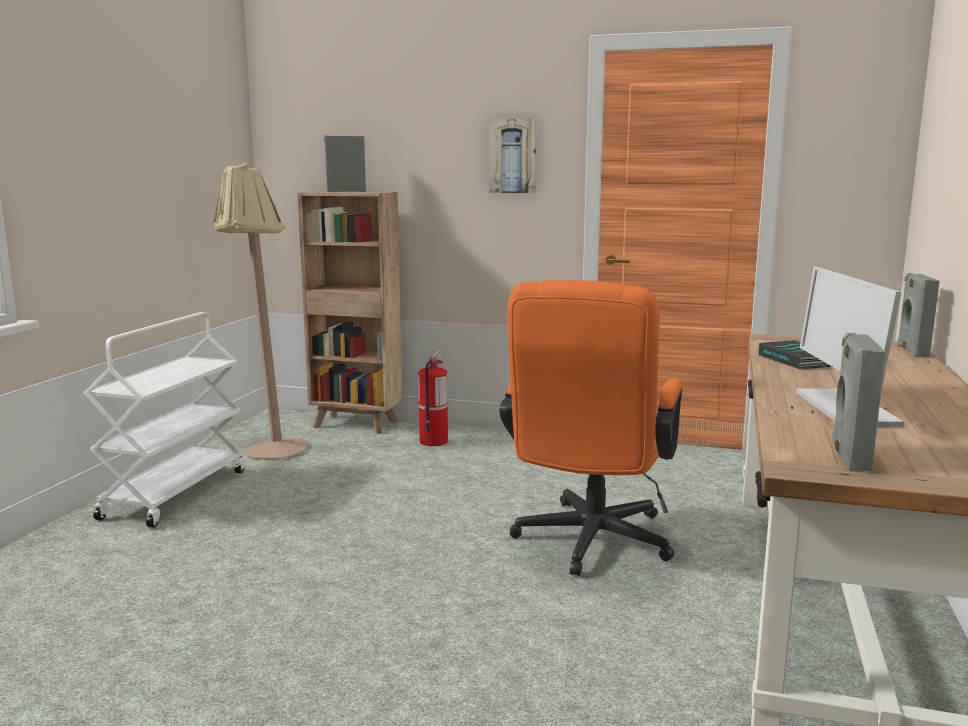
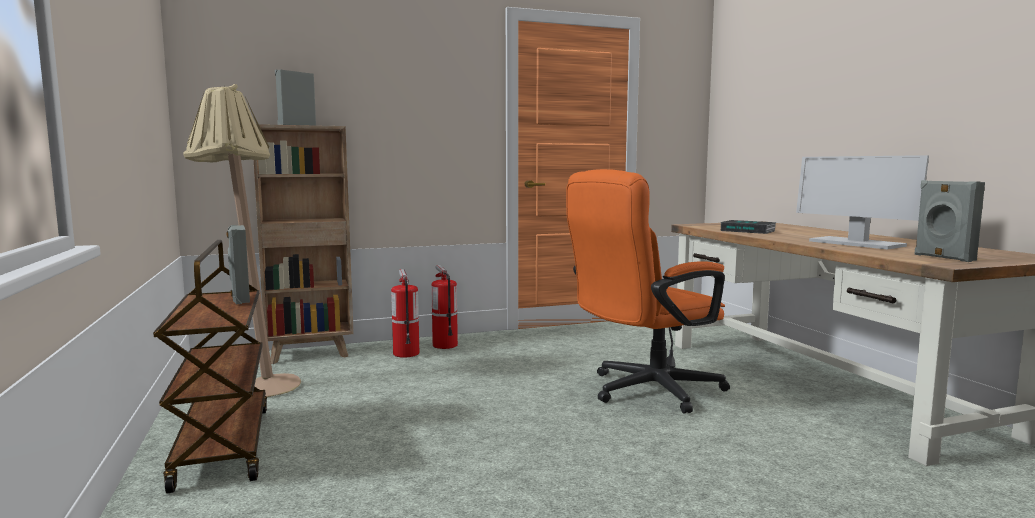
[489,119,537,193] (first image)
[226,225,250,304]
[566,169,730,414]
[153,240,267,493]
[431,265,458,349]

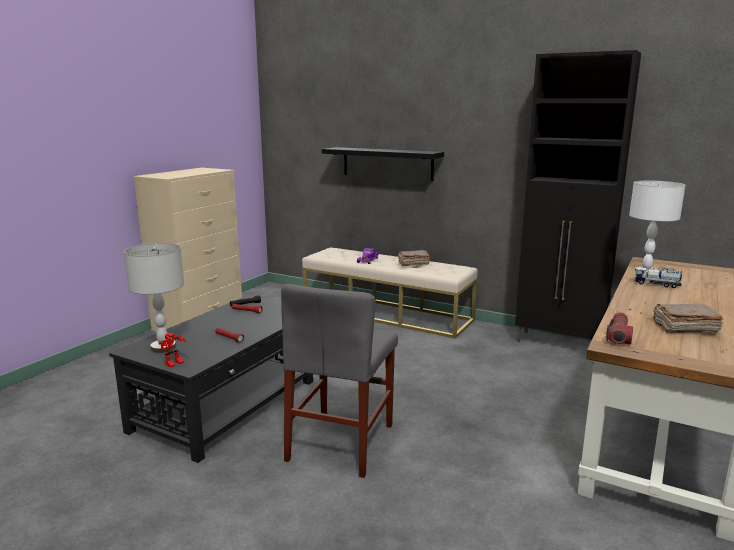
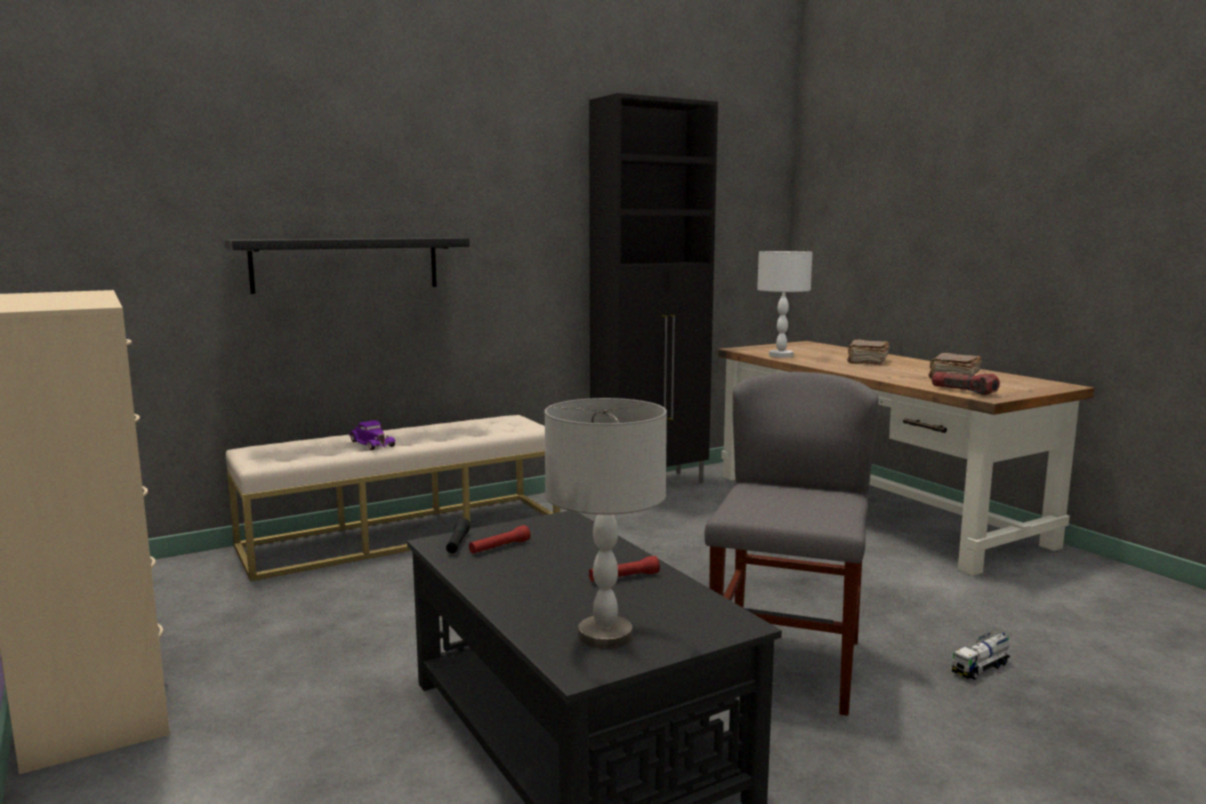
[847,340,889,365]
[952,631,1010,680]
[704,372,879,716]
[159,333,187,367] (first image)

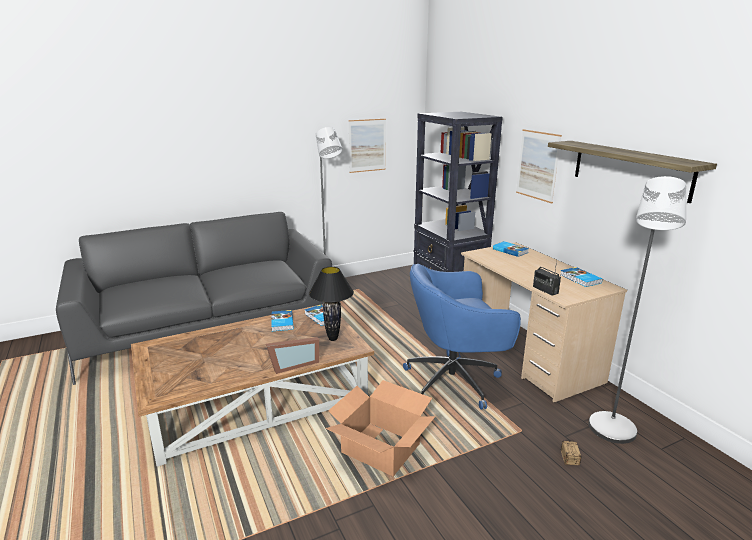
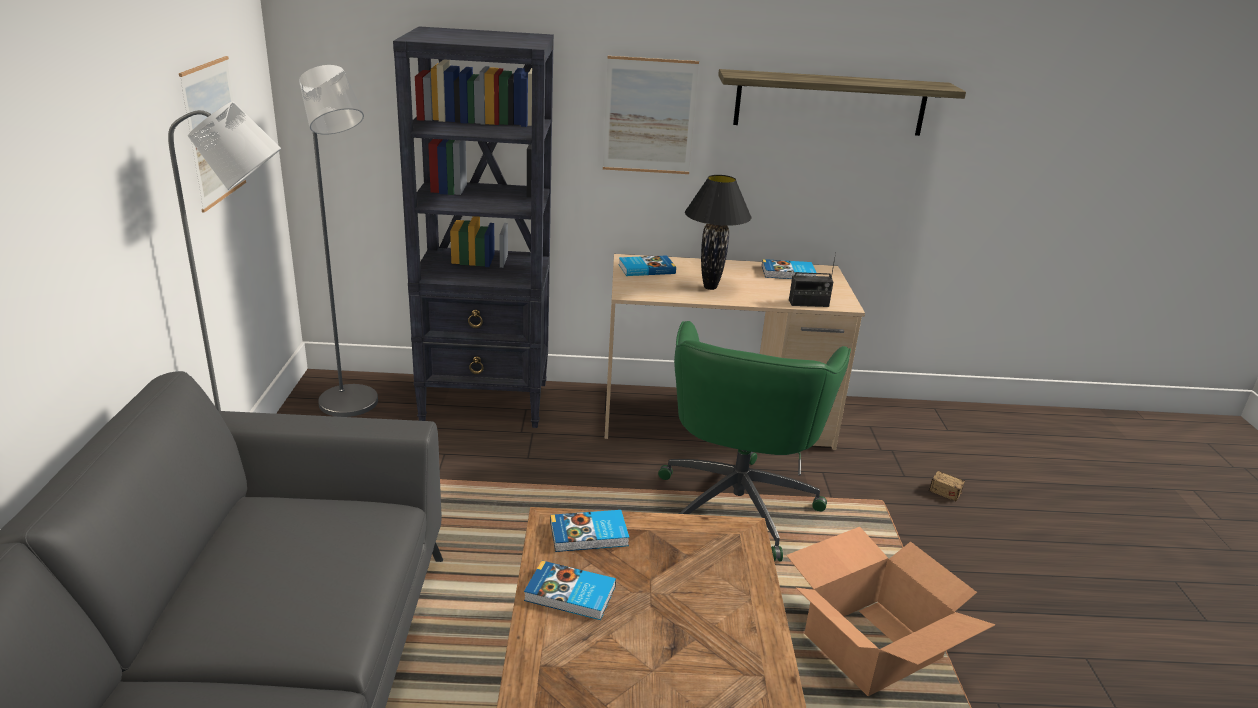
[299,65,378,417]
[658,321,851,561]
[685,175,752,290]
[266,337,319,374] (first image)

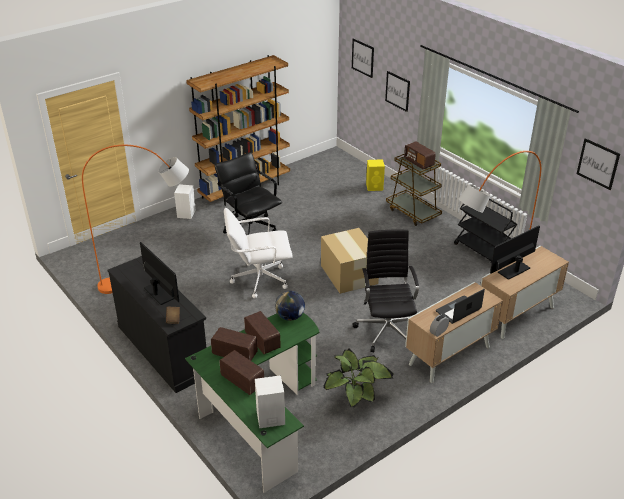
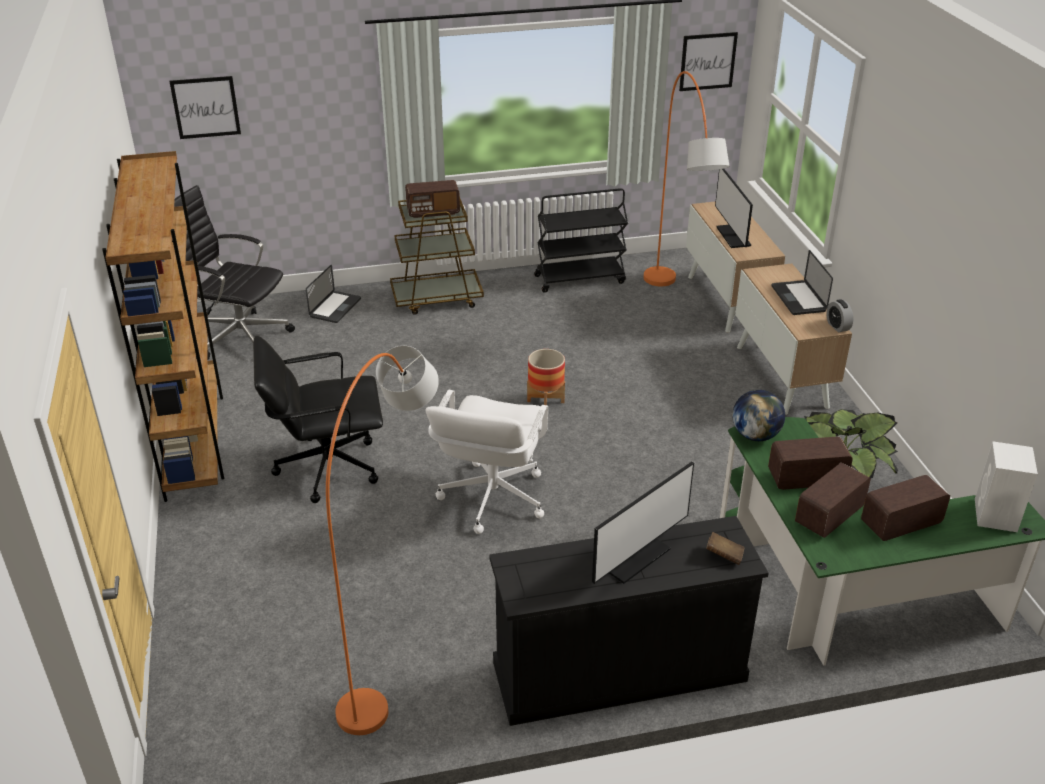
[385,71,410,112] (first image)
[306,265,361,323]
[174,184,196,219] (first image)
[527,349,565,405]
[174,185,295,359]
[592,462,694,584]

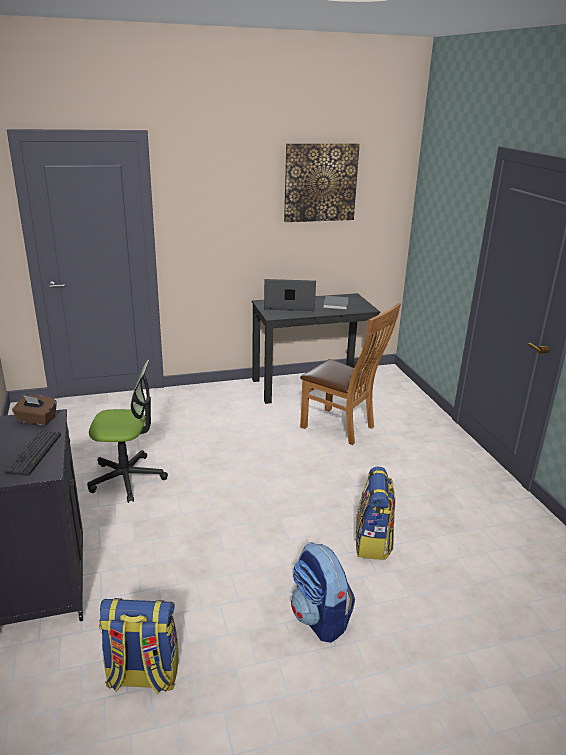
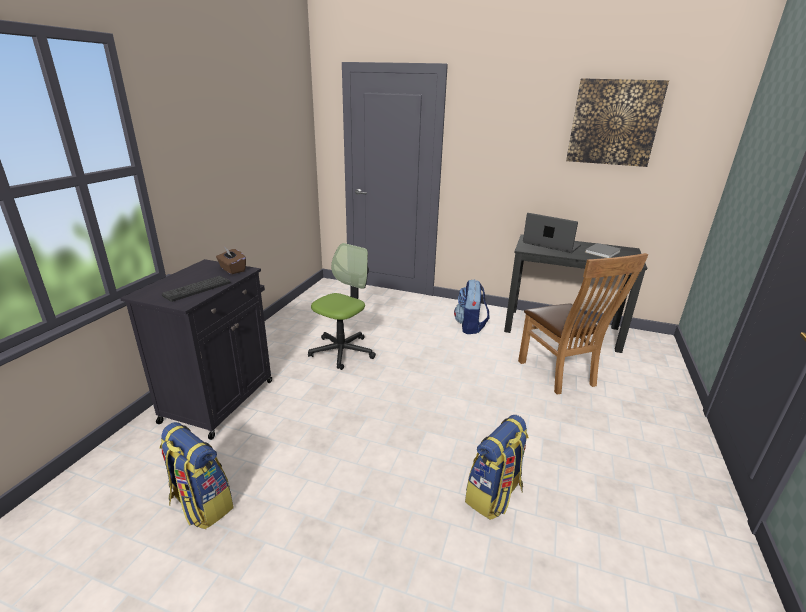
[308,243,376,370]
[454,279,490,334]

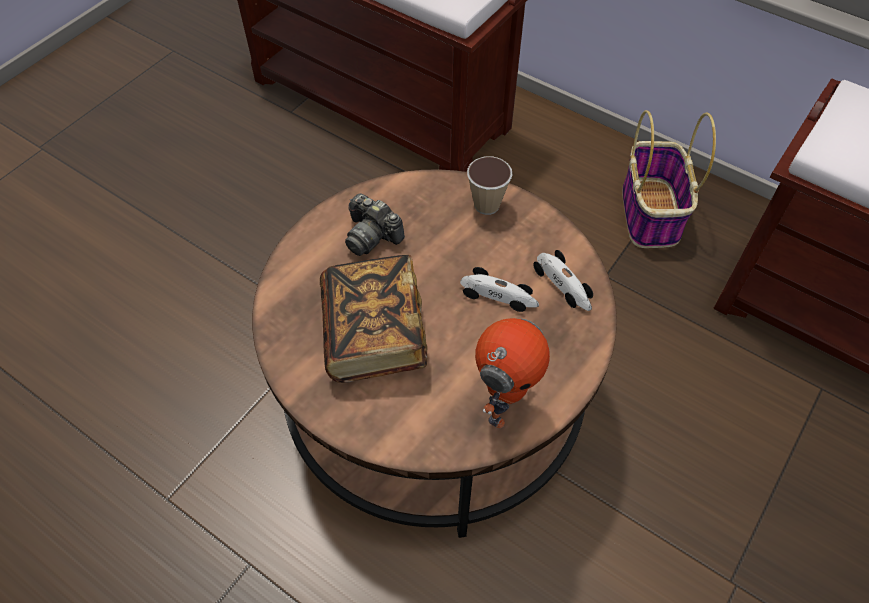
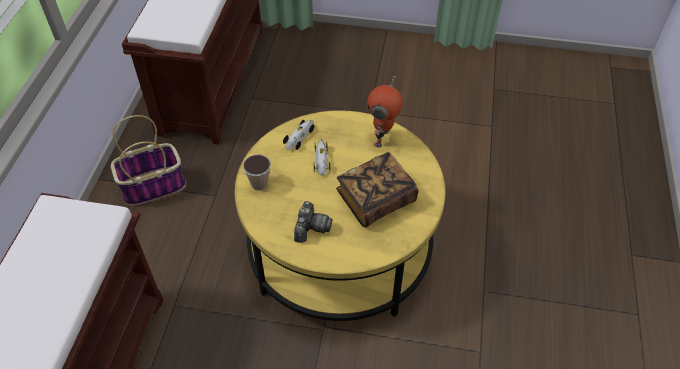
[235,110,445,321]
[367,75,403,148]

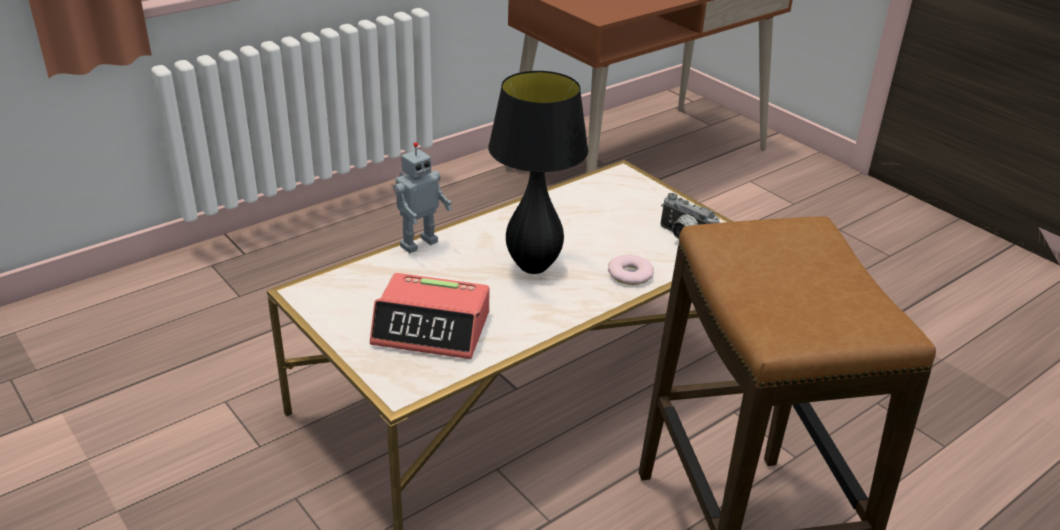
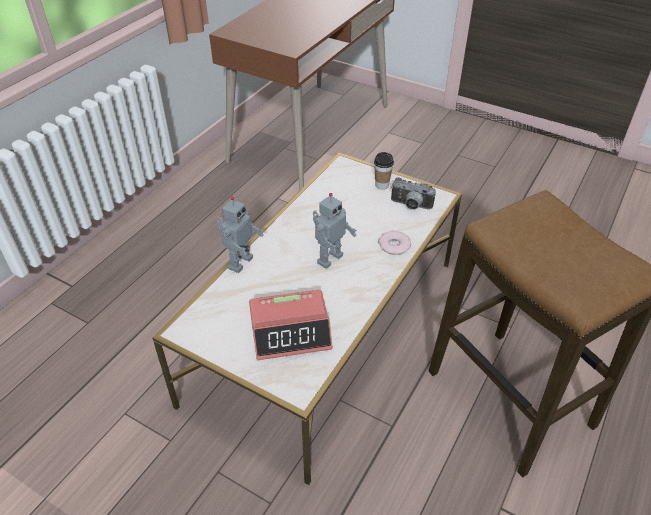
[313,193,357,269]
[374,152,394,190]

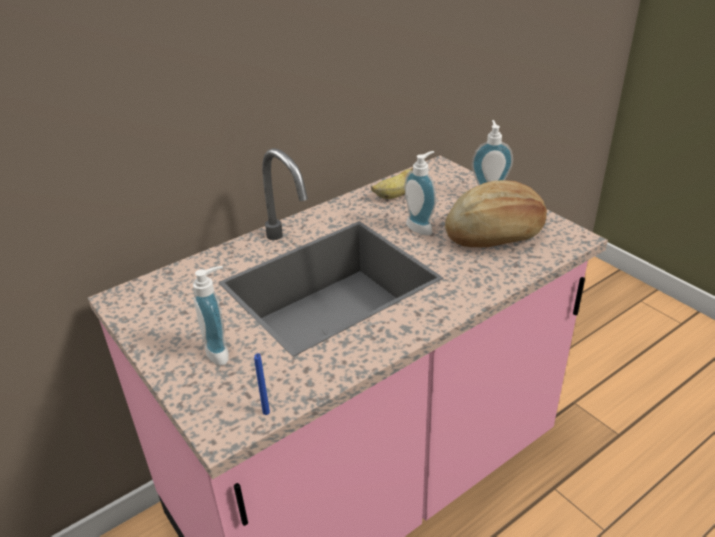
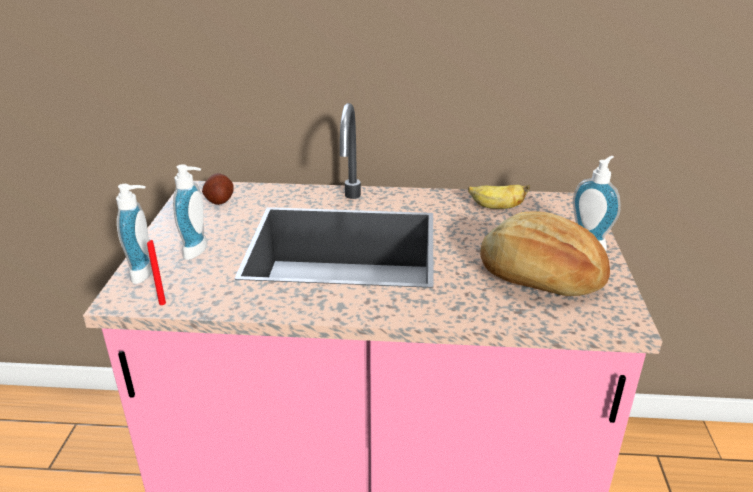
[116,184,152,284]
[147,240,166,305]
[202,173,234,205]

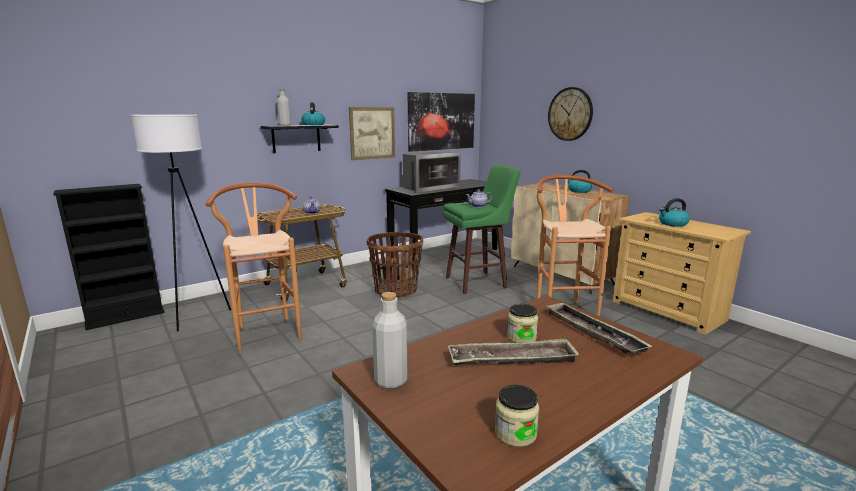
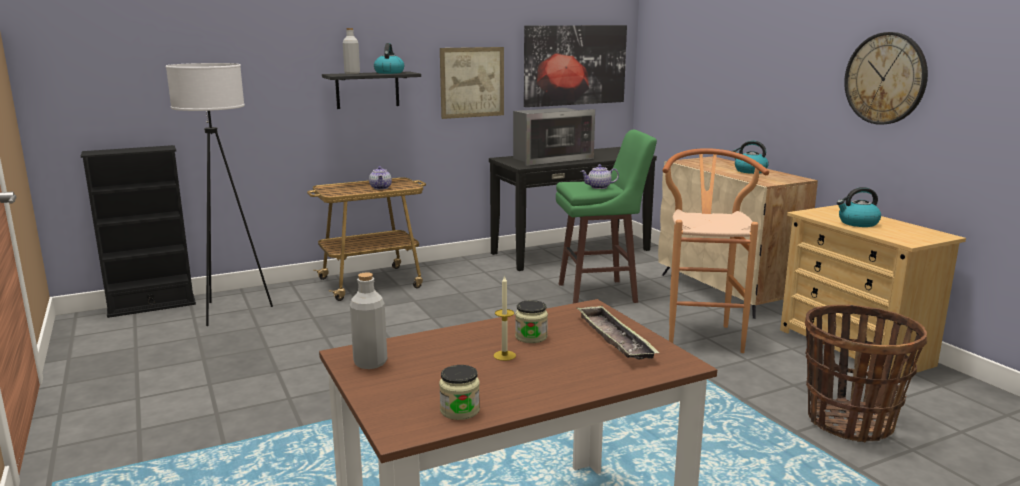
[844,32,928,125]
[205,183,302,353] (first image)
[805,305,927,443]
[493,275,516,361]

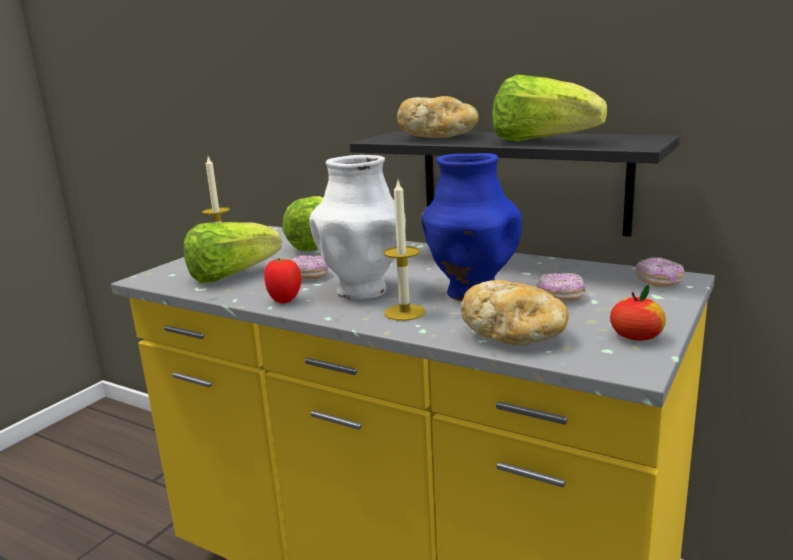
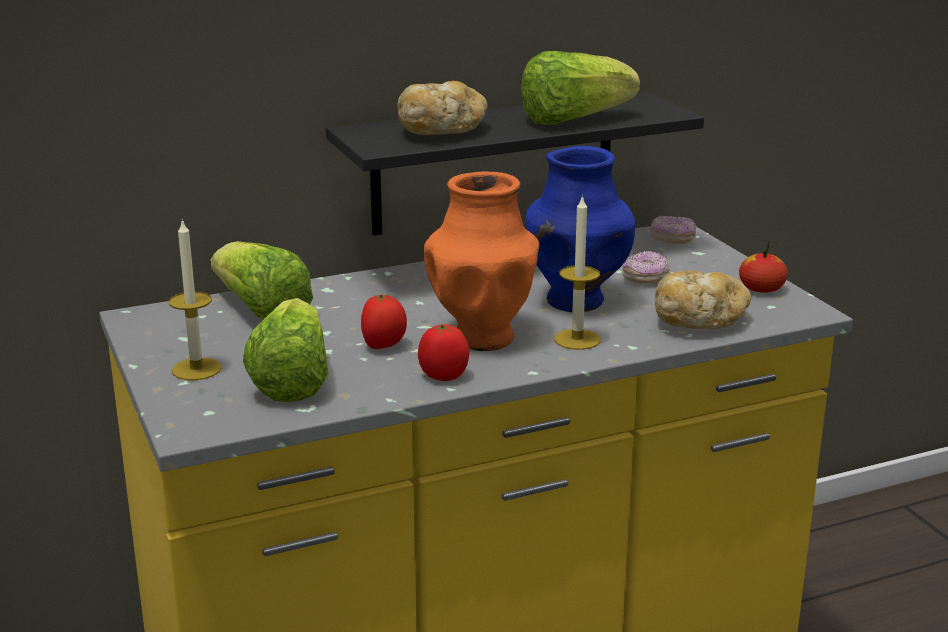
[424,171,539,351]
[361,294,407,349]

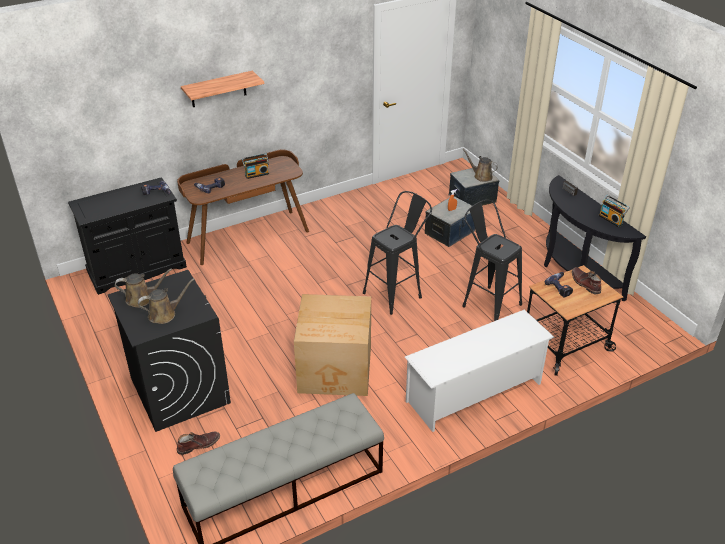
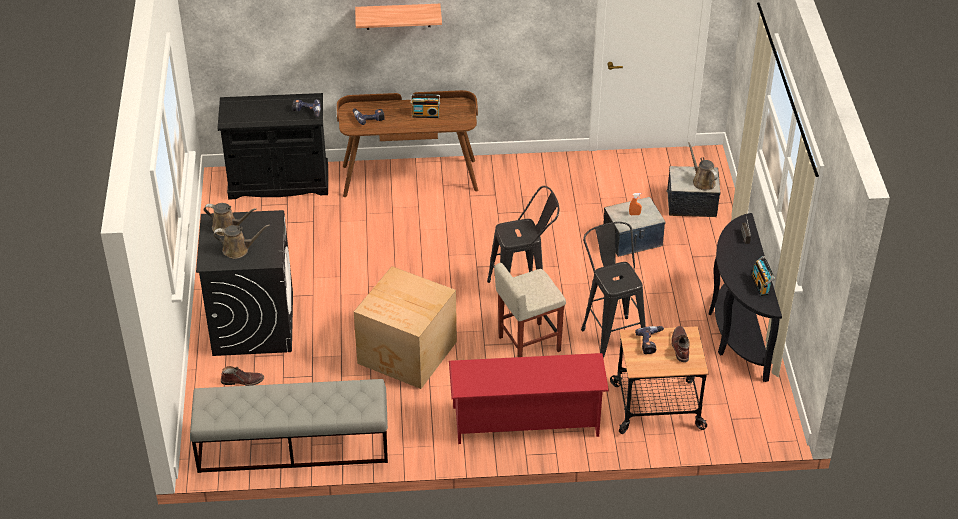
[449,353,609,444]
[494,263,566,357]

